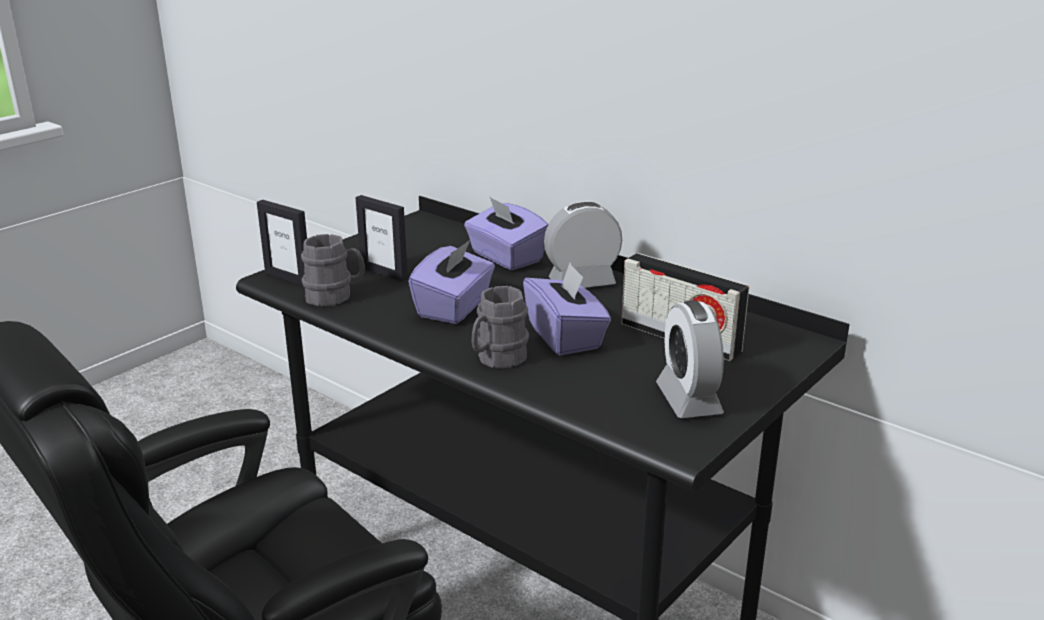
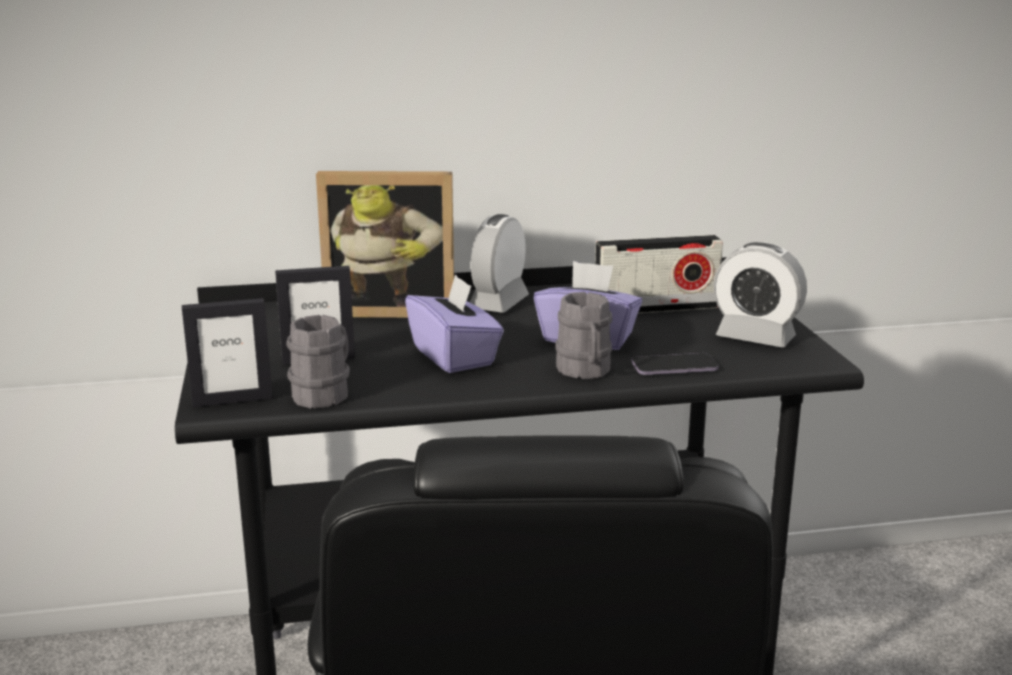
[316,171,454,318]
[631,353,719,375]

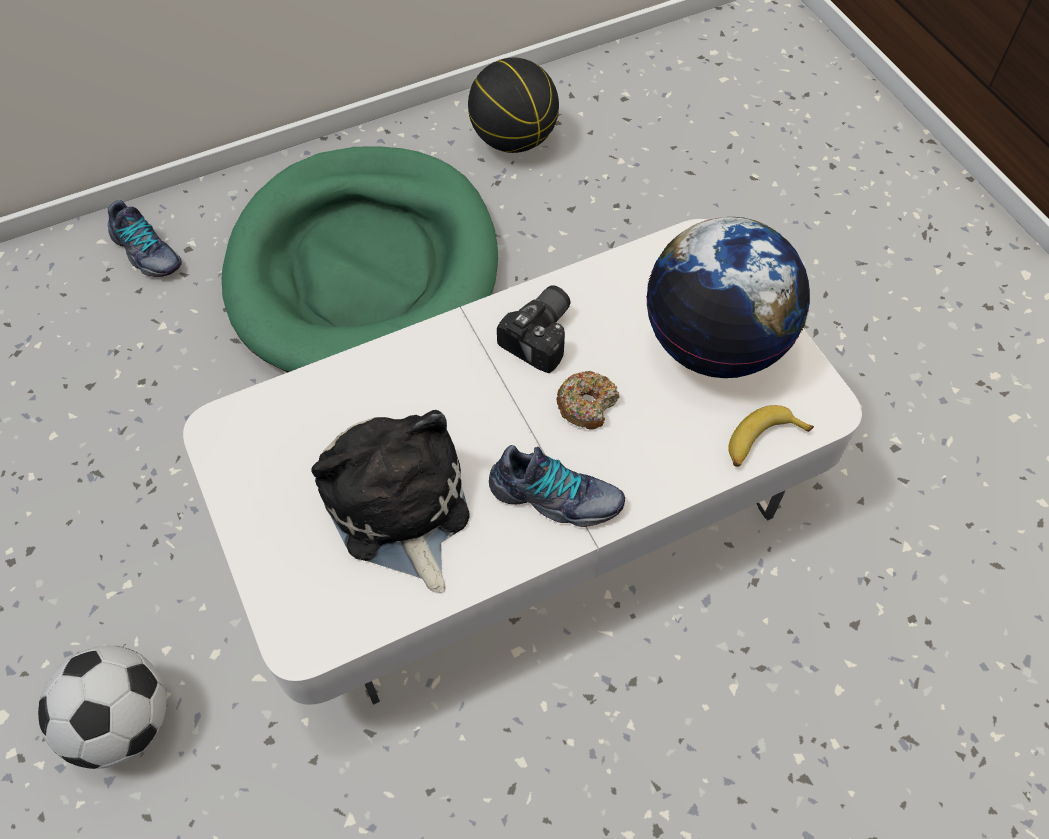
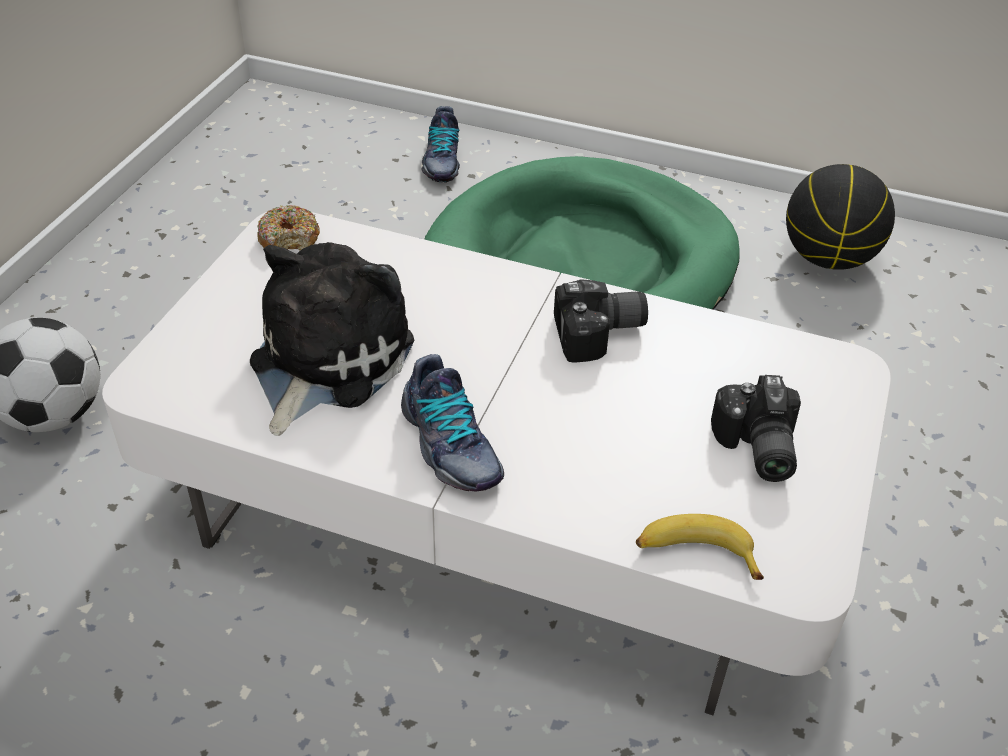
[711,375,801,482]
[257,205,320,250]

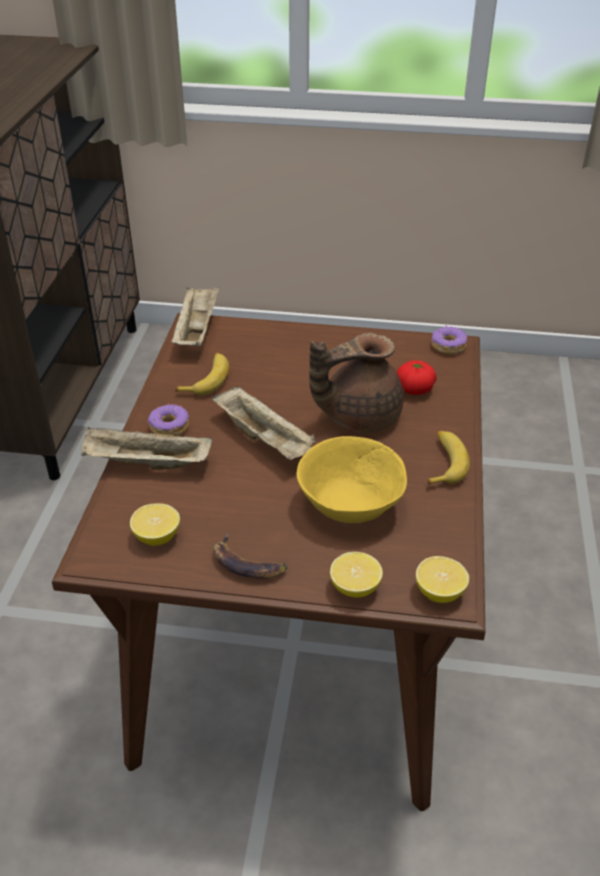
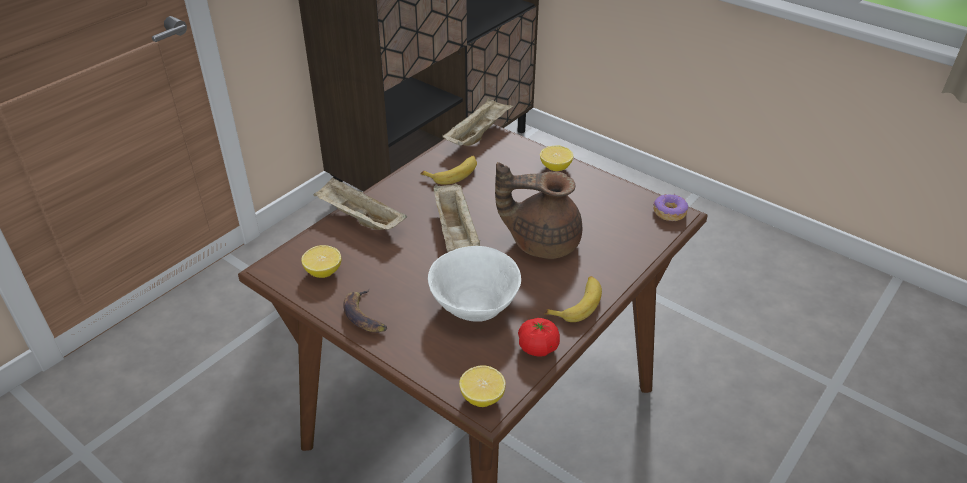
[518,318,560,357]
[148,404,189,436] (first image)
[428,246,521,322]
[540,145,573,171]

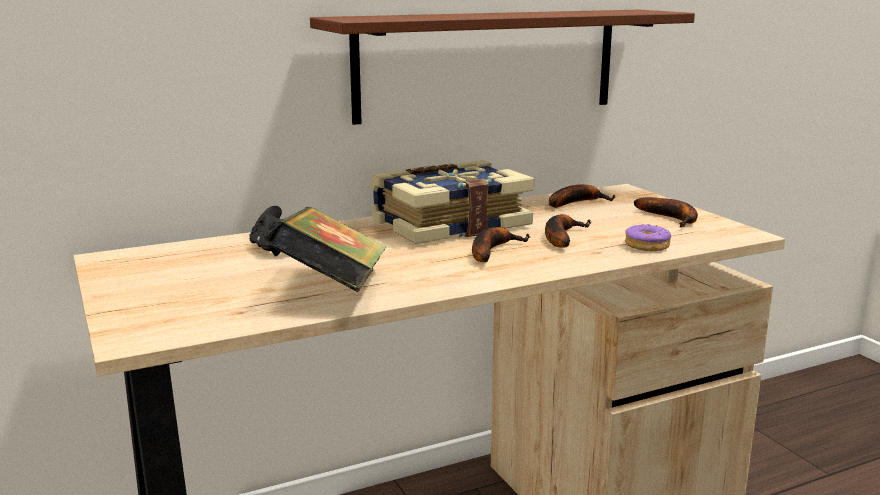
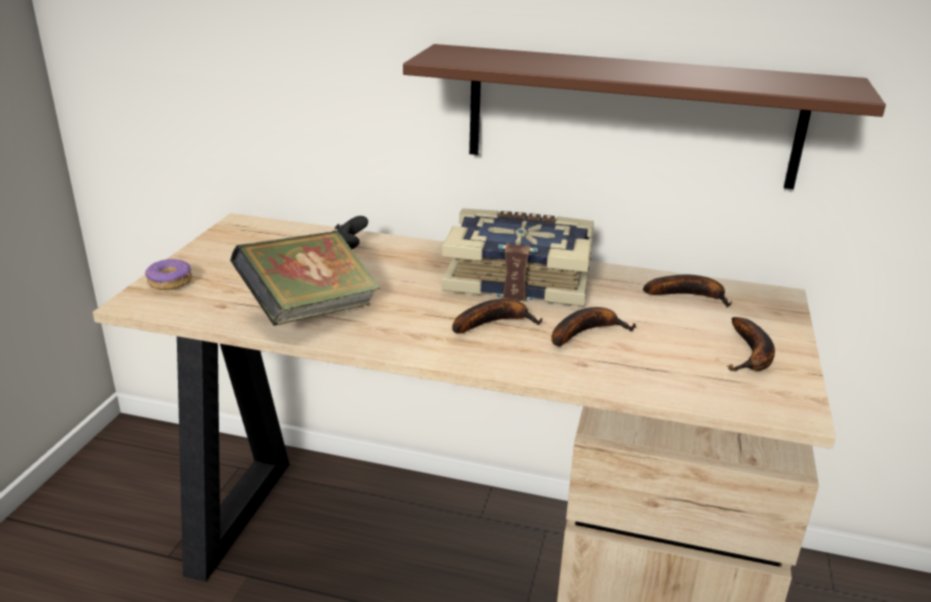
[145,259,192,290]

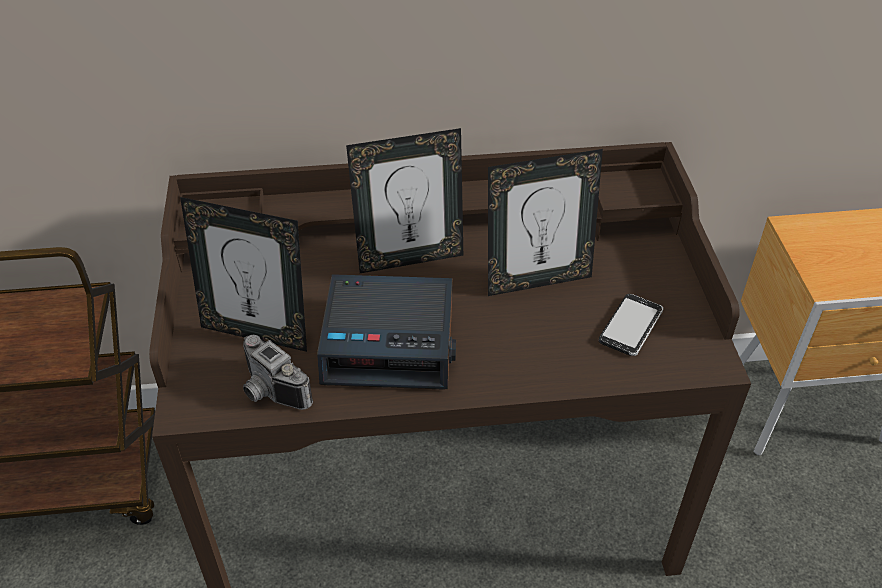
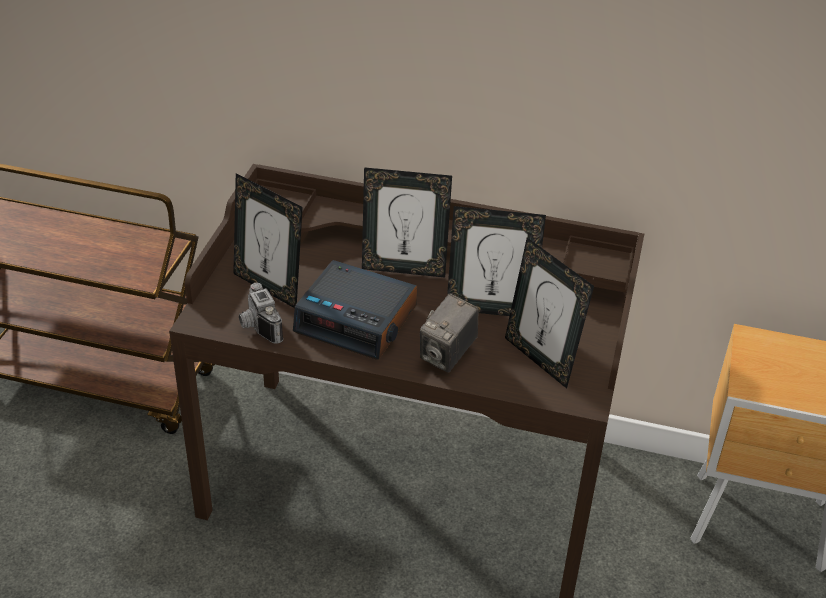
[505,237,594,389]
[420,293,478,373]

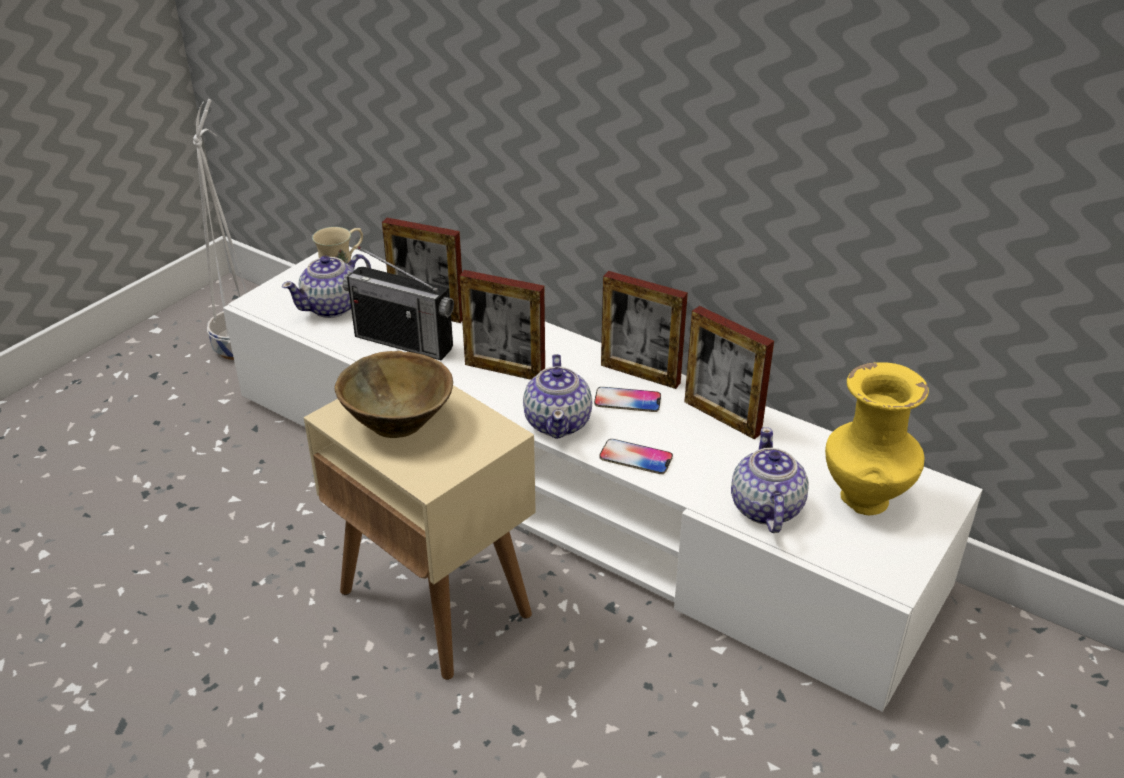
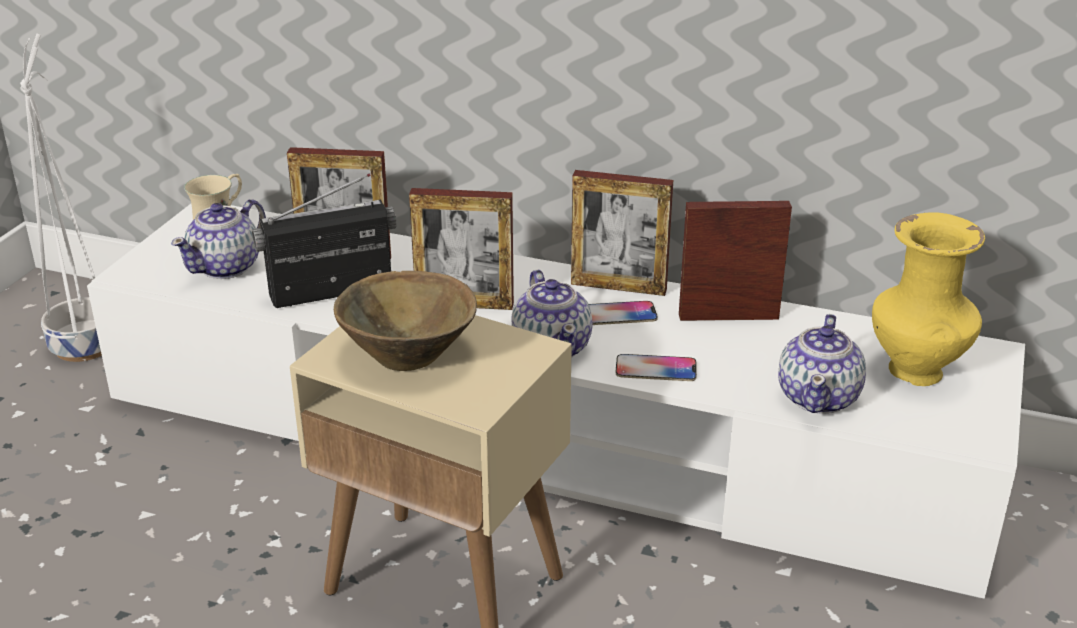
[252,173,396,308]
[679,201,792,321]
[778,314,866,414]

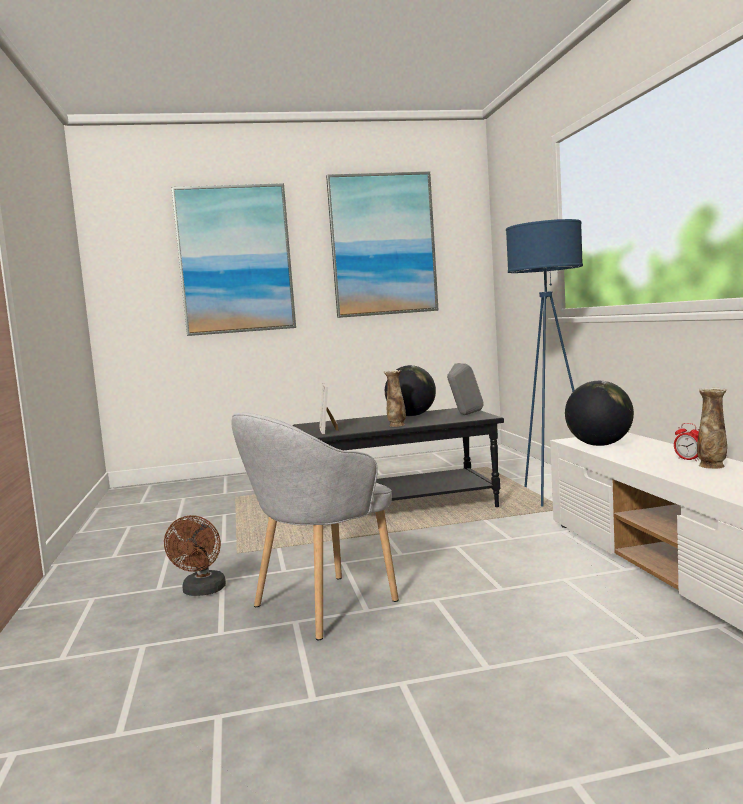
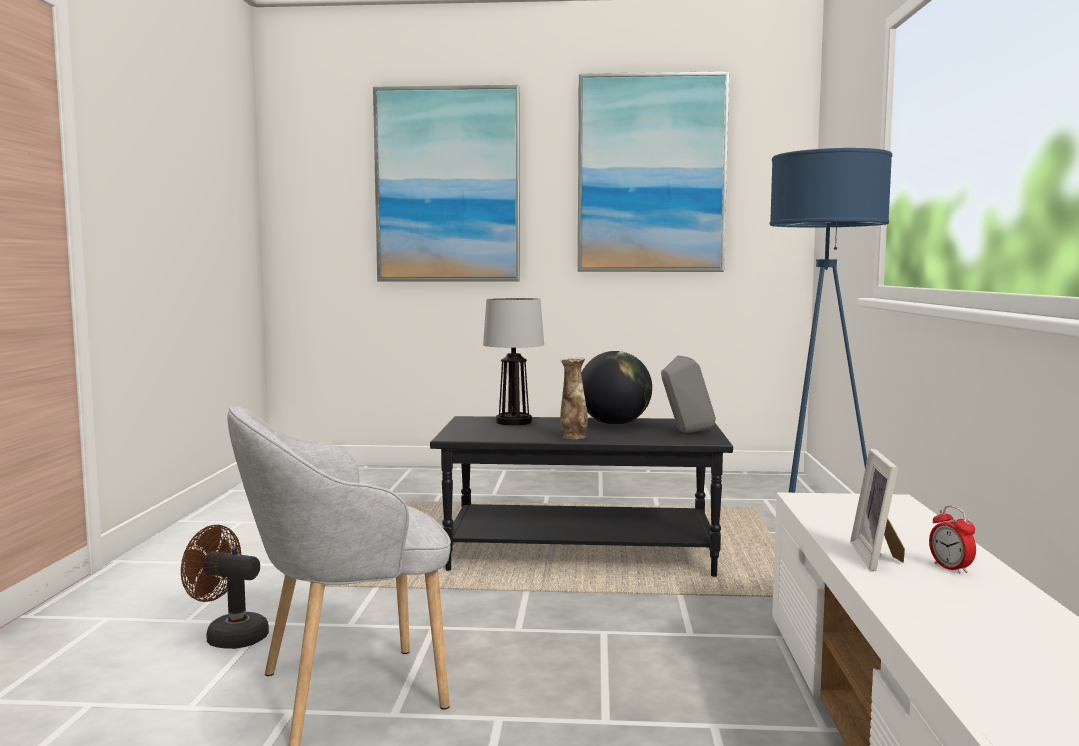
[565,381,634,446] (first image)
[850,449,905,571]
[697,387,727,469] (first image)
[181,525,269,649]
[483,298,544,425]

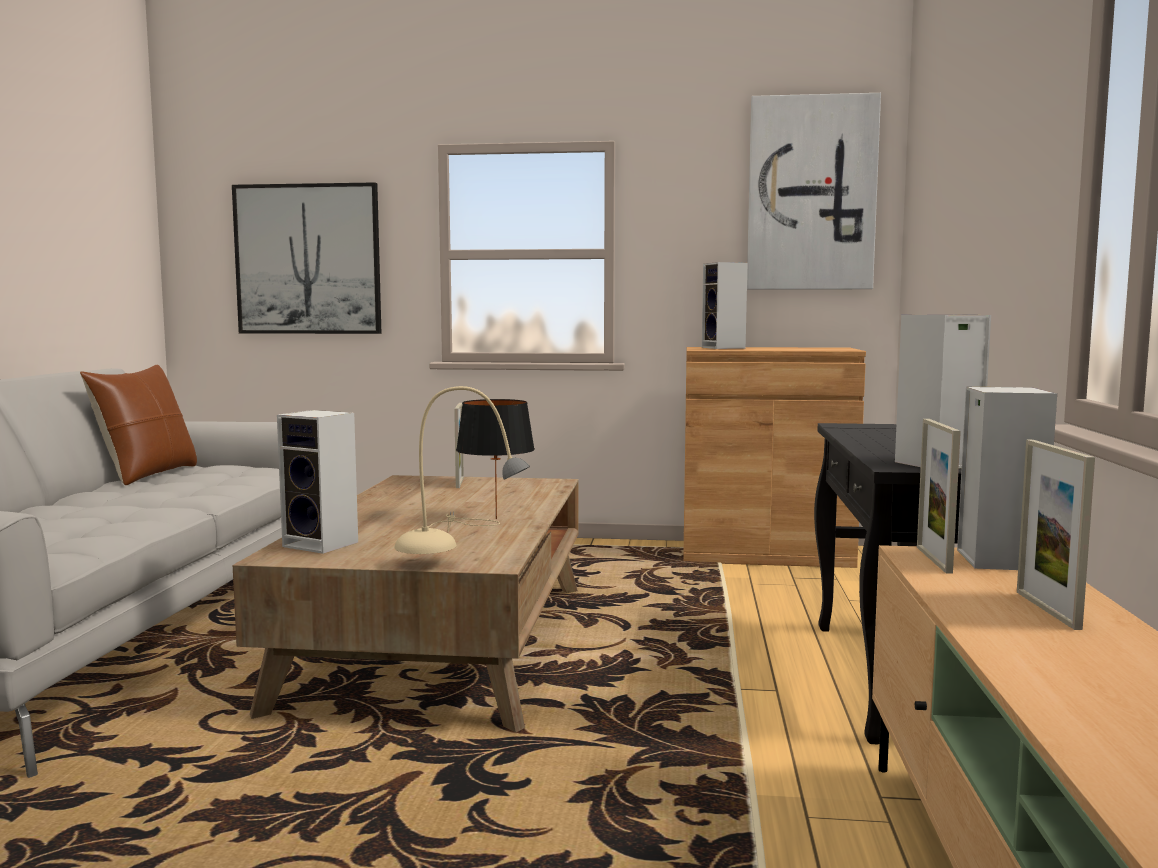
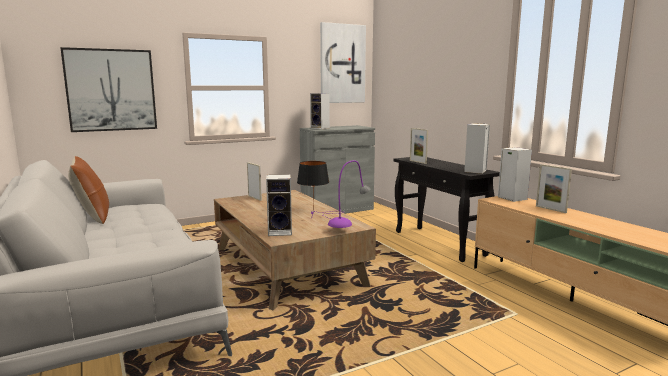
[300,125,375,214]
[311,160,370,228]
[410,128,428,164]

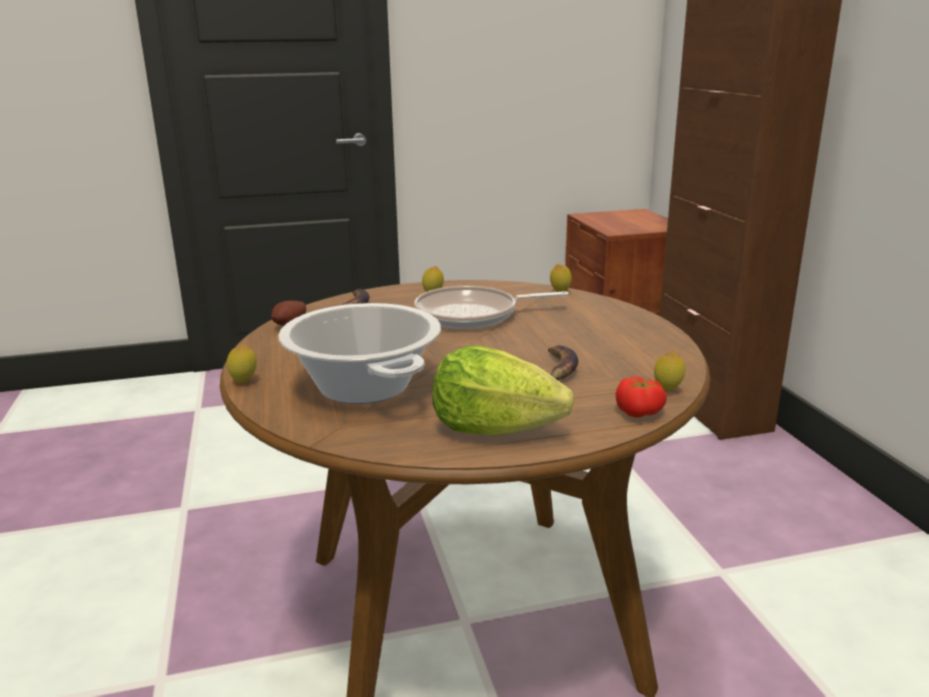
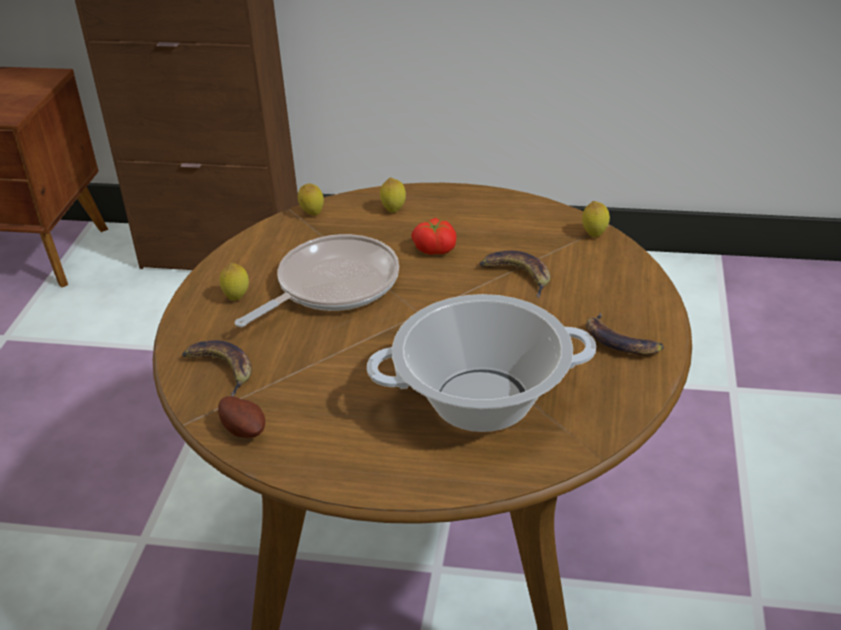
[235,234,399,327]
[380,178,406,213]
[586,312,664,355]
[411,218,457,255]

